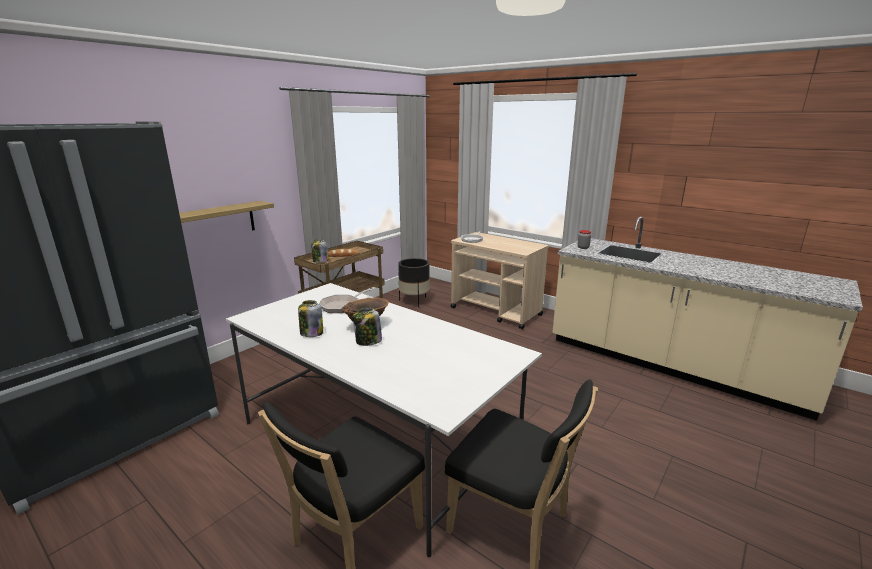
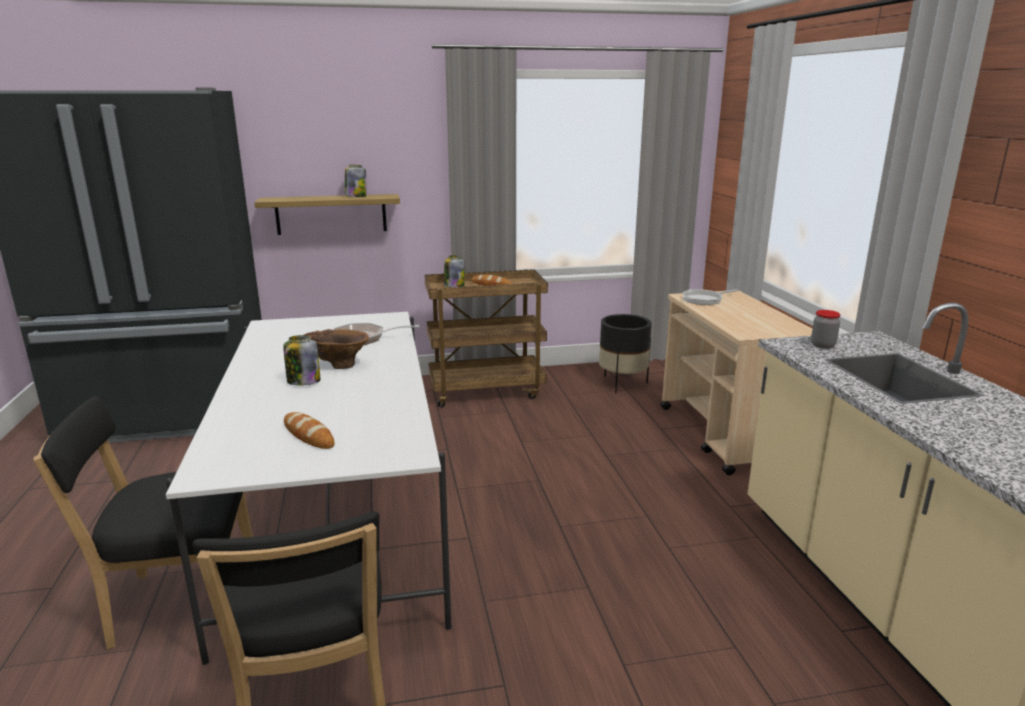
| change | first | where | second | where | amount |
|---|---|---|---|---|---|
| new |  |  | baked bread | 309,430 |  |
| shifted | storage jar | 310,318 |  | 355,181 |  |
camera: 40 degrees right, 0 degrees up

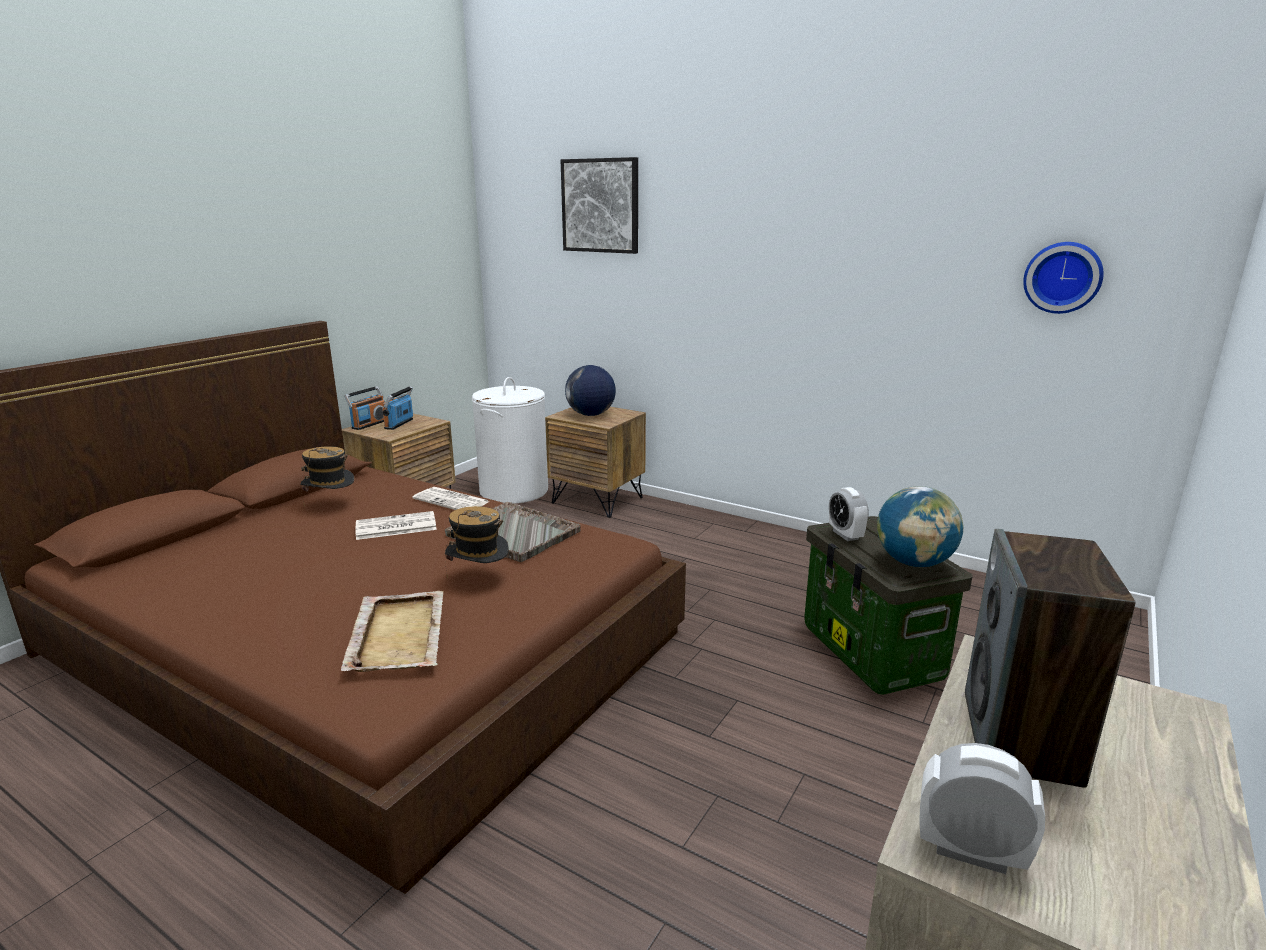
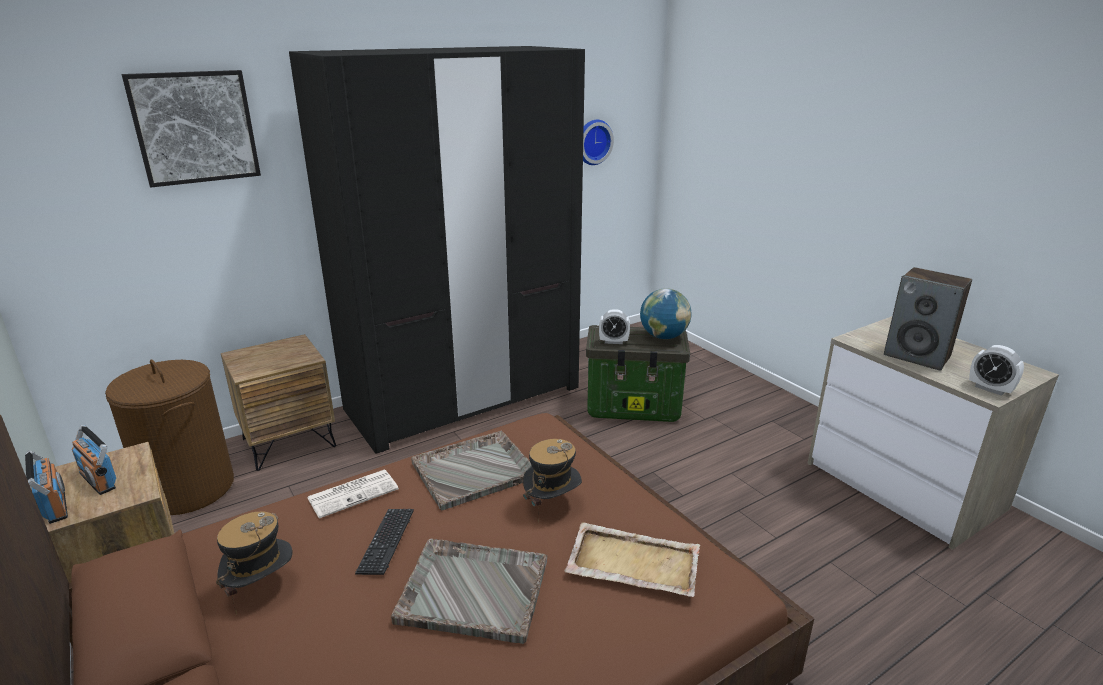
| change | first | where | second | where | amount |
|---|---|---|---|---|---|
| repainted | white washing basket | 510,440 | brown washing basket | 169,437 |  |
| new |  |  | black-coloured armoire | 437,250 |  |
| swapped | daily paper | 396,525 | keyboard | 384,542 |  |
| new |  |  | grey carrying tray | 469,591 |  |
| rotated | bedside clock | 982,808 |  | 996,370 | 90 degrees counterclockwise |
| gone | world globe | 590,390 |  |  |  |
camera: 65 degrees left, 5 degrees up

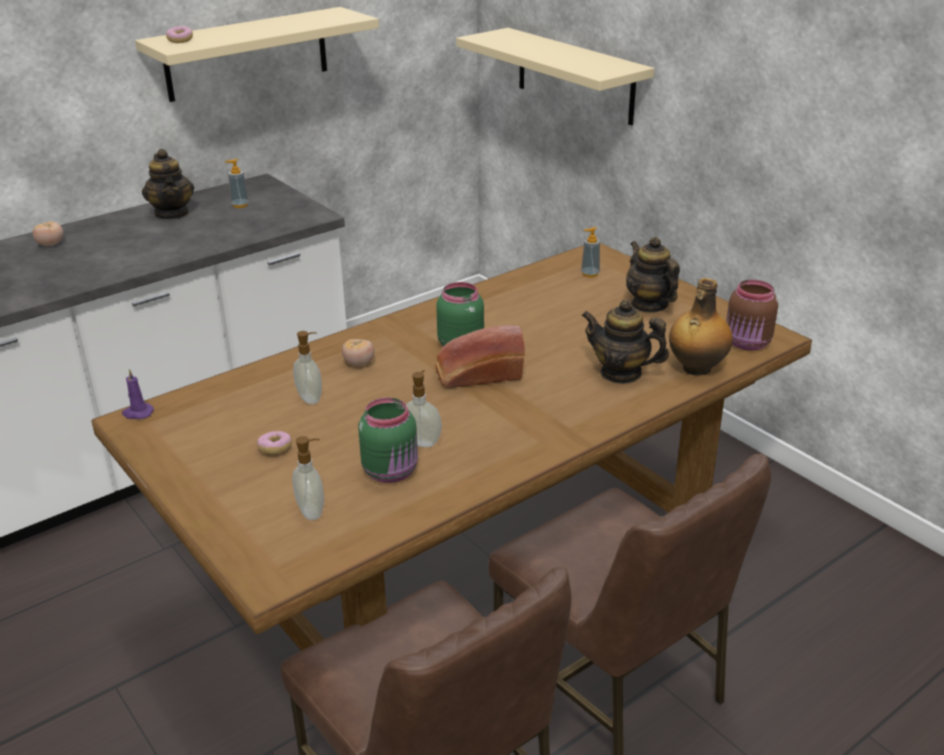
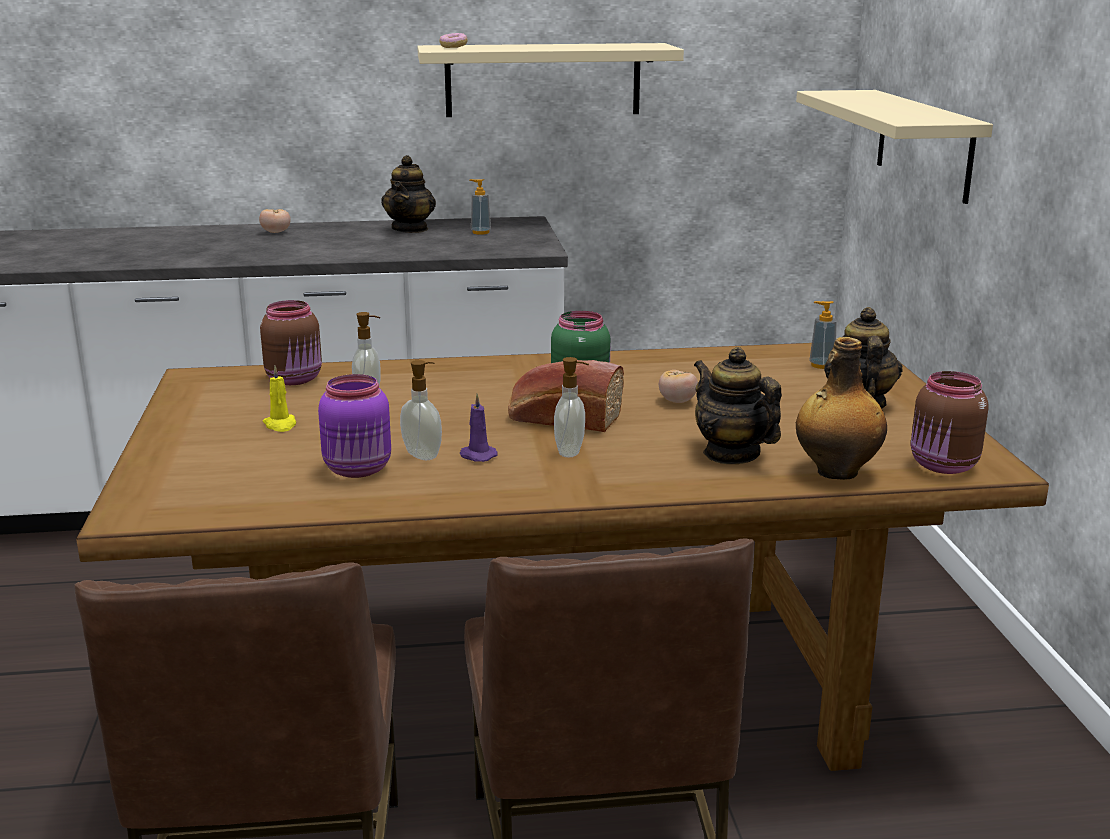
| change | first | where | second | where | amount |
|---|---|---|---|---|---|
| new |  |  | brown storage jar | 291,342 |  |
| swapped | doughnut | 274,442 | yellow wax light | 279,399 |  |
| repainted | green-coloured storage jar | 388,440 | purplish storage jar | 354,426 |  |
| shifted | purplish wax light | 138,394 |  | 479,428 |  |
| shifted | liquid soap bottle | 308,478 |  | 571,407 |  |
| shifted | whole tomato | 358,352 |  | 678,386 |  |
camera: 30 degrees right, 10 degrees down

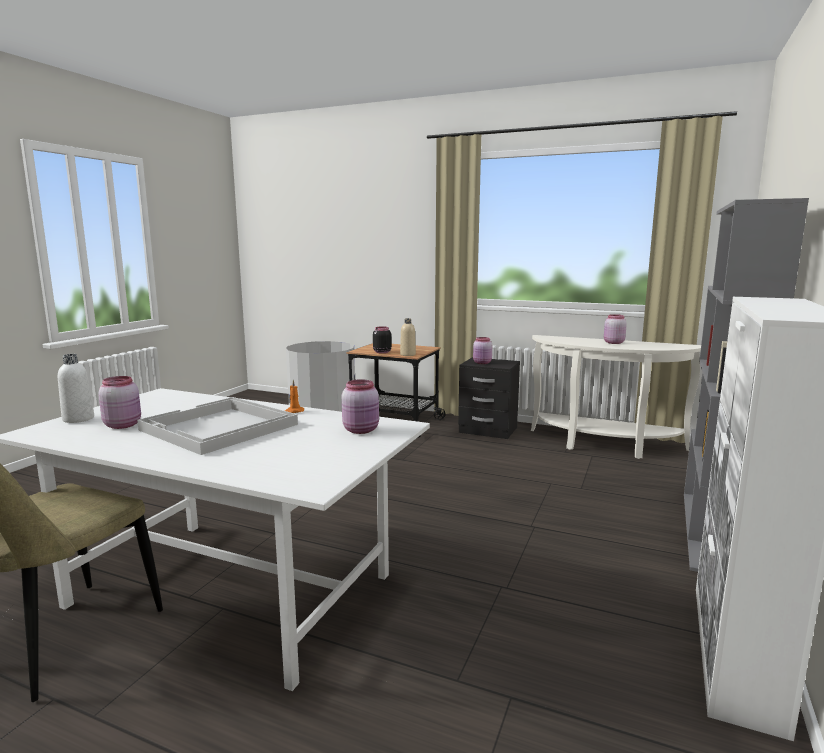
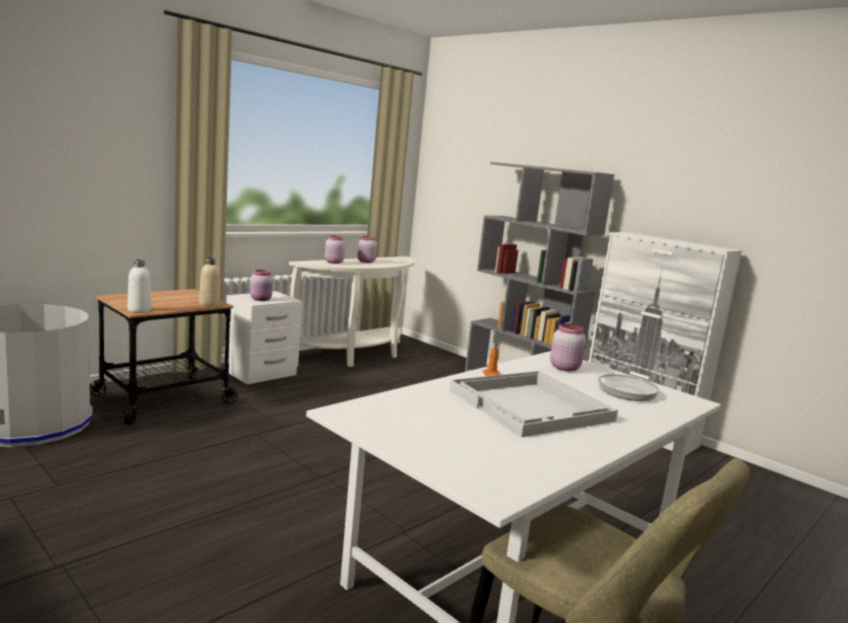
| change | first | where | second | where | amount |
|---|---|---|---|---|---|
| shifted | white bottle | 76,388 |  | 139,285 |  |
| repainted | black-coloured nightstand | 489,398 | white nightstand | 263,338 |  |
| shifted | pink storage jar | 119,402 |  | 335,250 |  |
| new |  |  | frying pan | 627,382 |  |
| gone | black-coloured storage jar | 382,339 |  |  |  |
camera: 70 degrees left, 0 degrees up

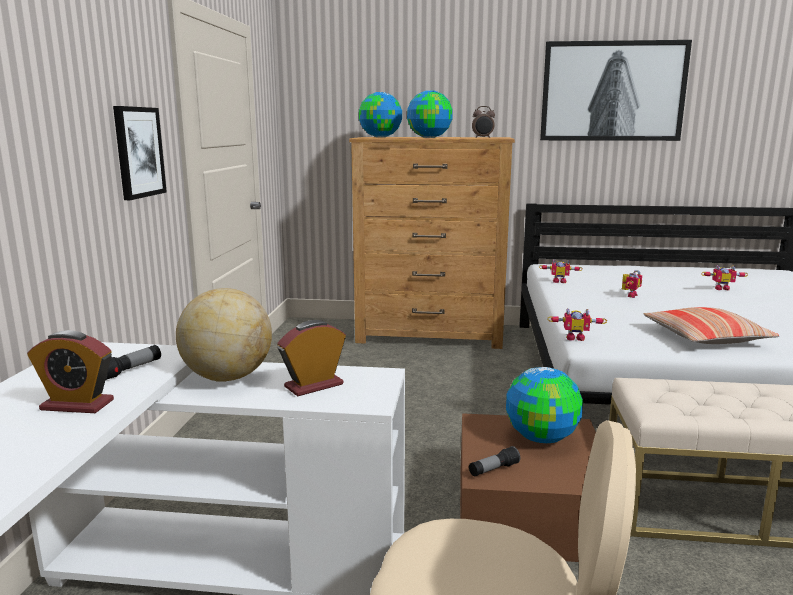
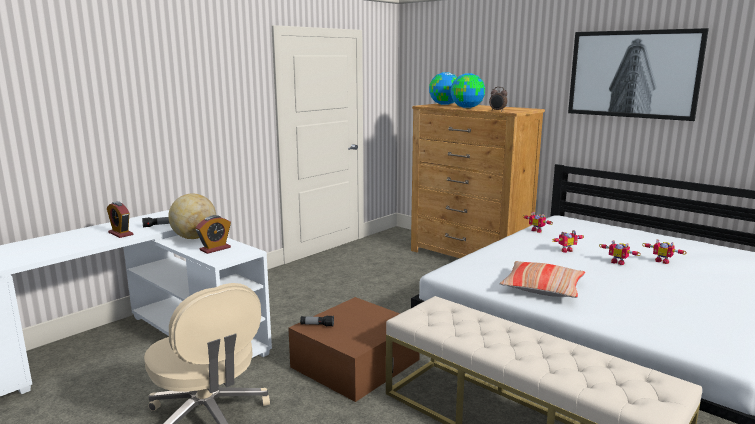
| change | first | where | second | where | amount |
|---|---|---|---|---|---|
| rotated | bedside clock | 311,358 |  | 213,234 | 135 degrees clockwise |
| shifted | robot figure | 577,324 |  | 620,252 |  |
| gone | wall picture | 140,153 |  |  |  |
| gone | world globe | 544,405 |  |  |  |
camera: 35 degrees right, 0 degrees up

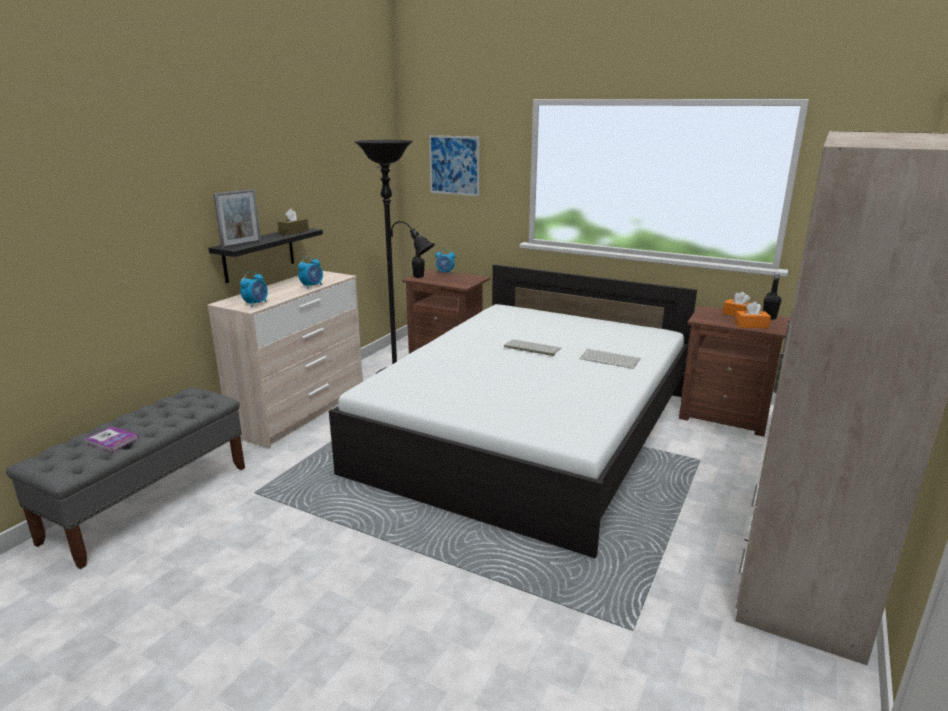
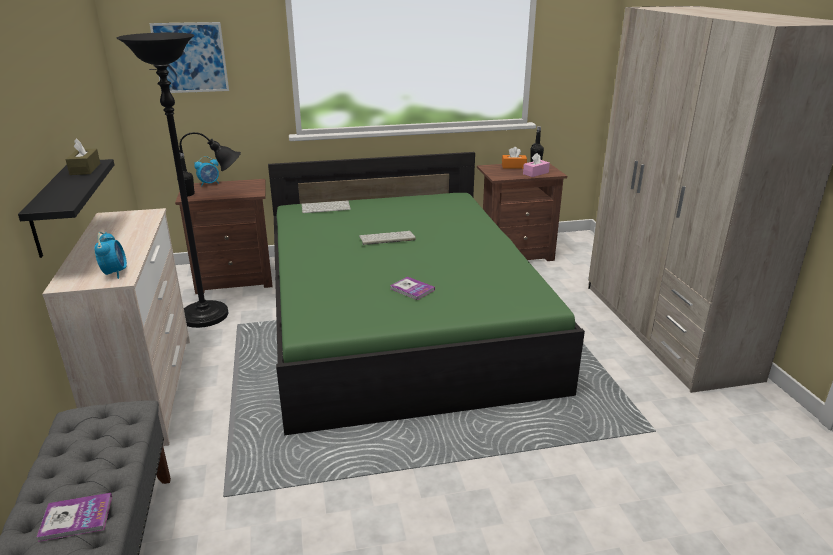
| change | first | where | second | where | amount |
|---|---|---|---|---|---|
| repainted | white bedroom bed | 513,411 | green-coloured bedroom bed | 426,293 |  |
| shifted | keyboard | 610,359 |  | 326,206 |  |
| new |  |  | bound book | 412,288 |  |
| repainted | orangey tissue box | 753,314 | pink tissue box | 536,165 |  |
| gone | photo frame | 237,218 |  |  |  |
| gone | bedside clock | 310,272 |  |  |  |
camera: 40 degrees left, 5 degrees up

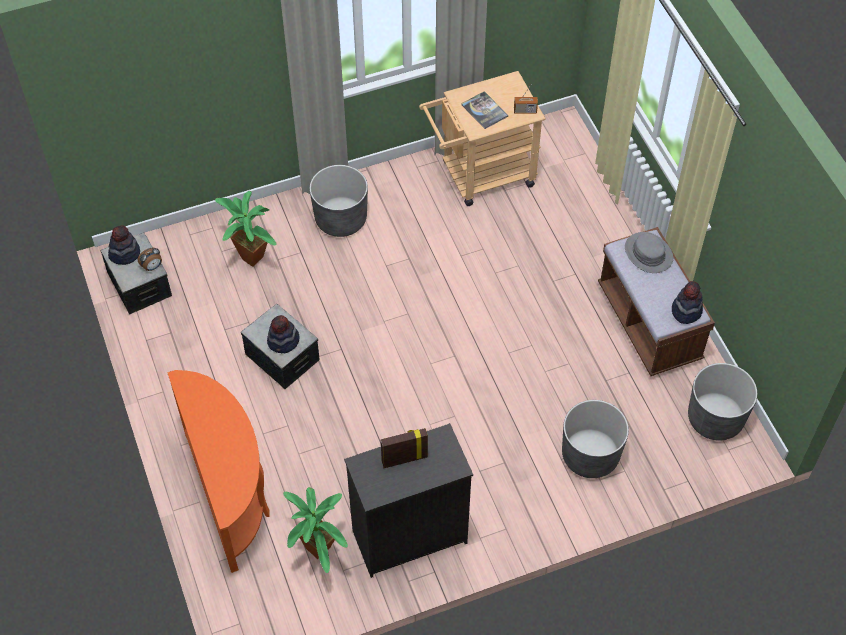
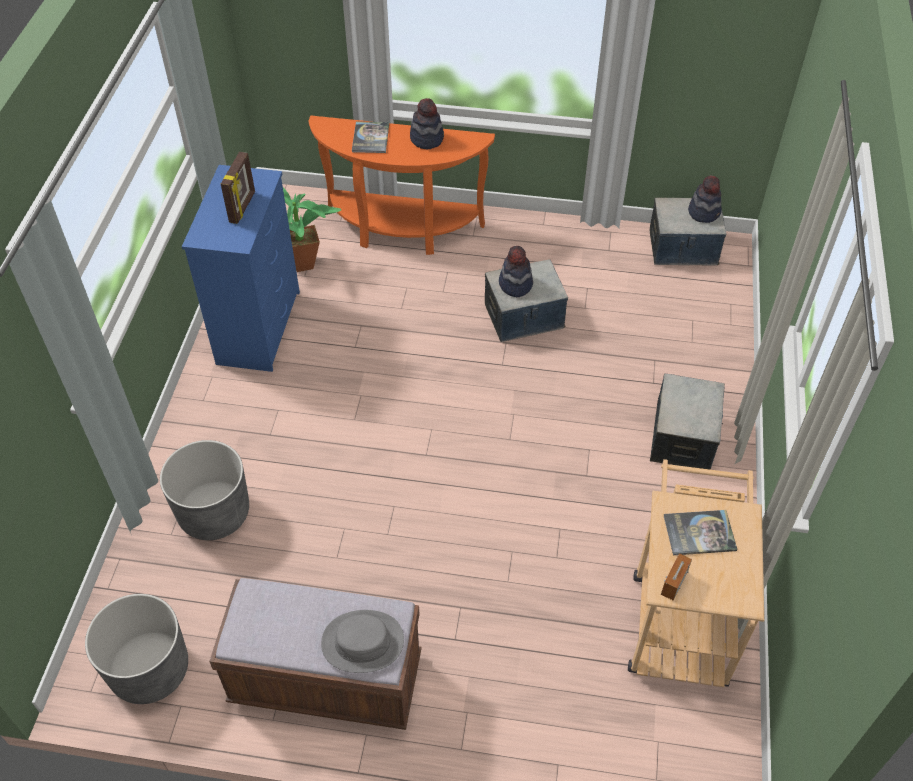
| change | first | where | second | where | amount |
|---|---|---|---|---|---|
| repainted | black-coloured dresser | 408,500 | blue dresser | 241,268 |  |
| new |  |  | bound book | 370,137 |  |
| shifted | clothing hat | 687,302 |  | 427,123 |  |
| swapped | grey plant pot | 339,201 | storage bin | 687,422 |  |
| gone | bedside clock | 150,259 |  |  |  |
| gone | potted plant | 245,229 |  |  |  |
camera: 120 degrees right, 5 degrees down

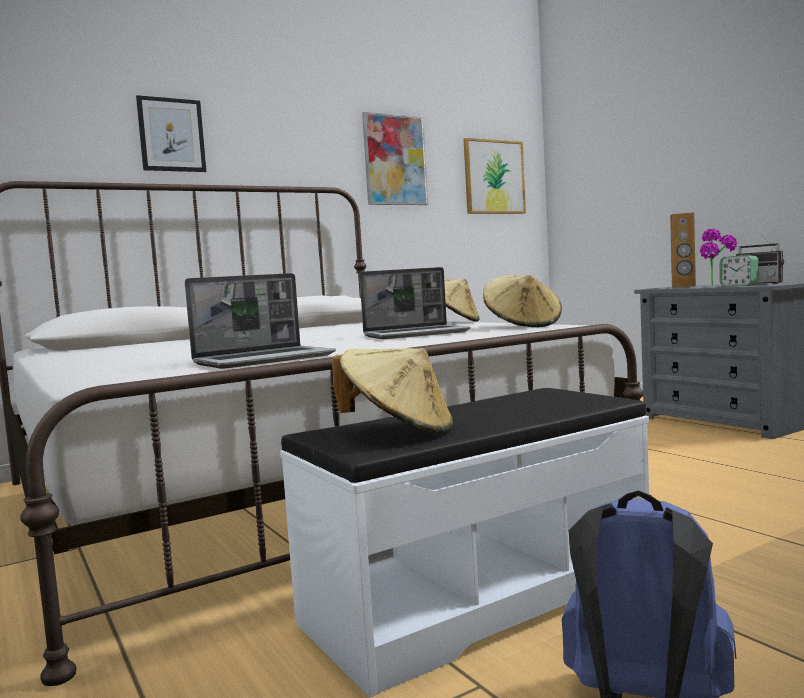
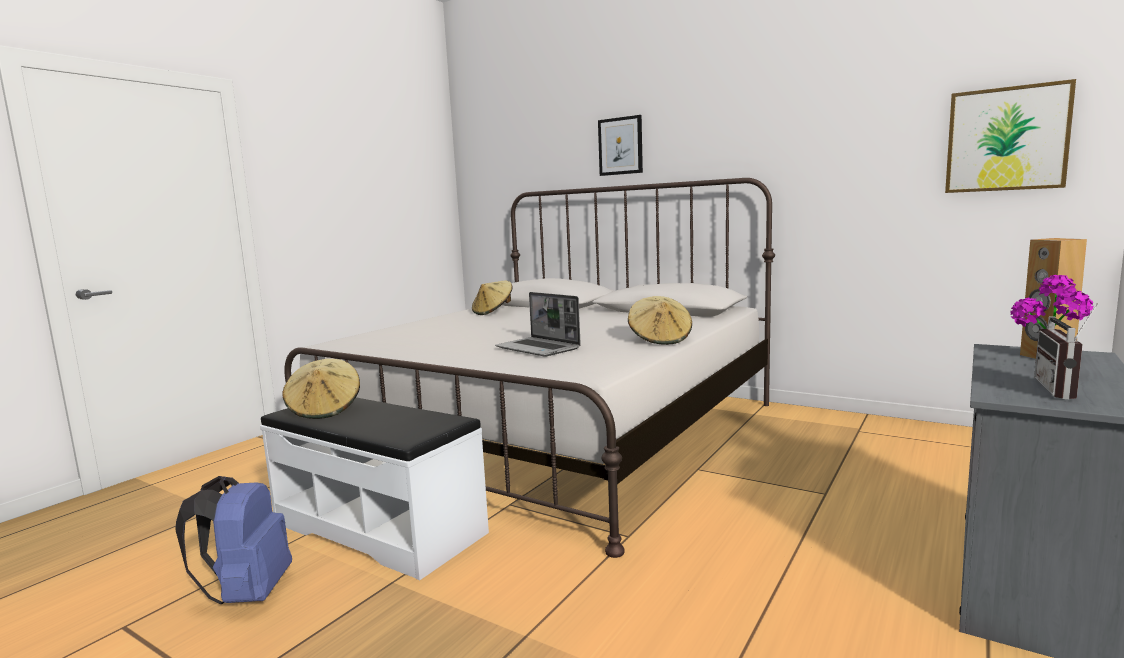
| change | first | where | second | where | amount |
|---|---|---|---|---|---|
| shifted | beige clothing hat | 522,301 |  | 492,298 |  |
| gone | notebook computer | 260,321 |  |  |  |
| gone | wall picture | 395,158 |  |  |  |
| gone | bedside clock | 739,270 |  |  |  |
camera: 65 degrees right, 5 degrees up

